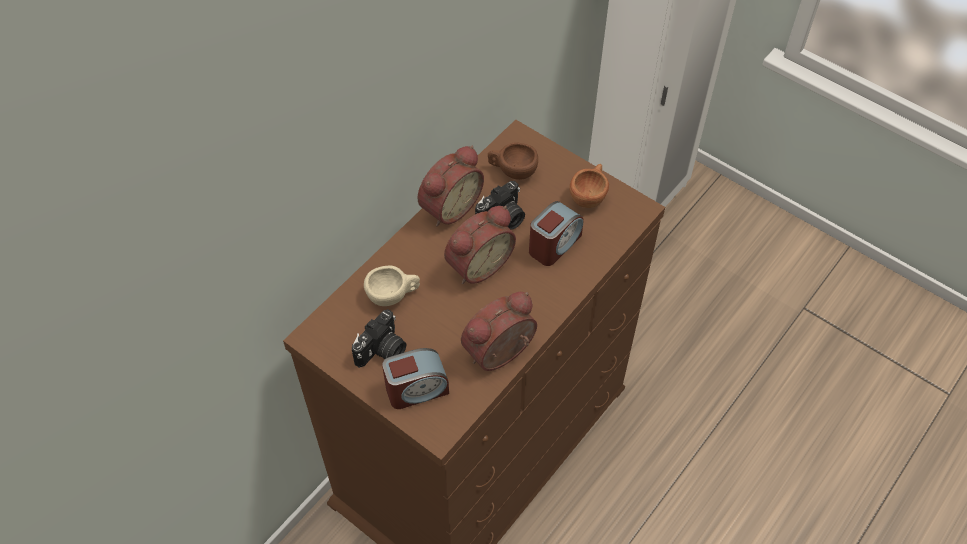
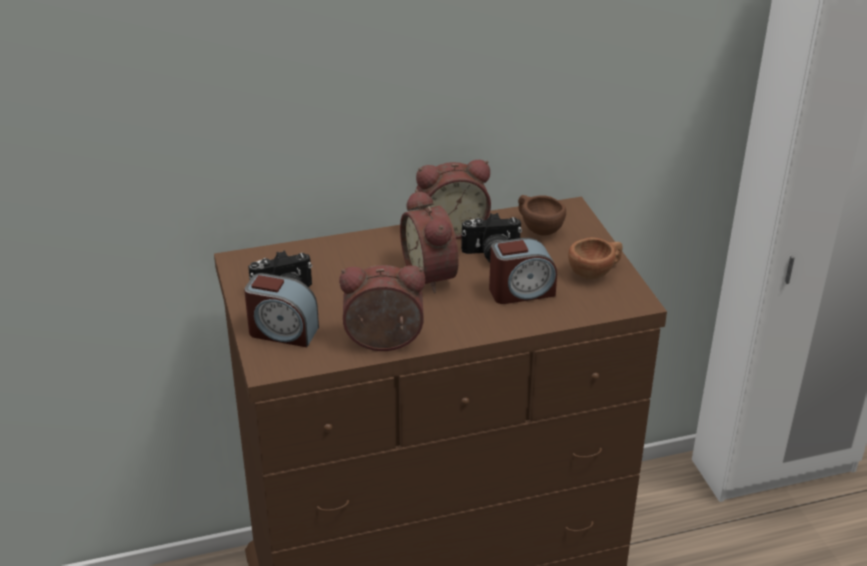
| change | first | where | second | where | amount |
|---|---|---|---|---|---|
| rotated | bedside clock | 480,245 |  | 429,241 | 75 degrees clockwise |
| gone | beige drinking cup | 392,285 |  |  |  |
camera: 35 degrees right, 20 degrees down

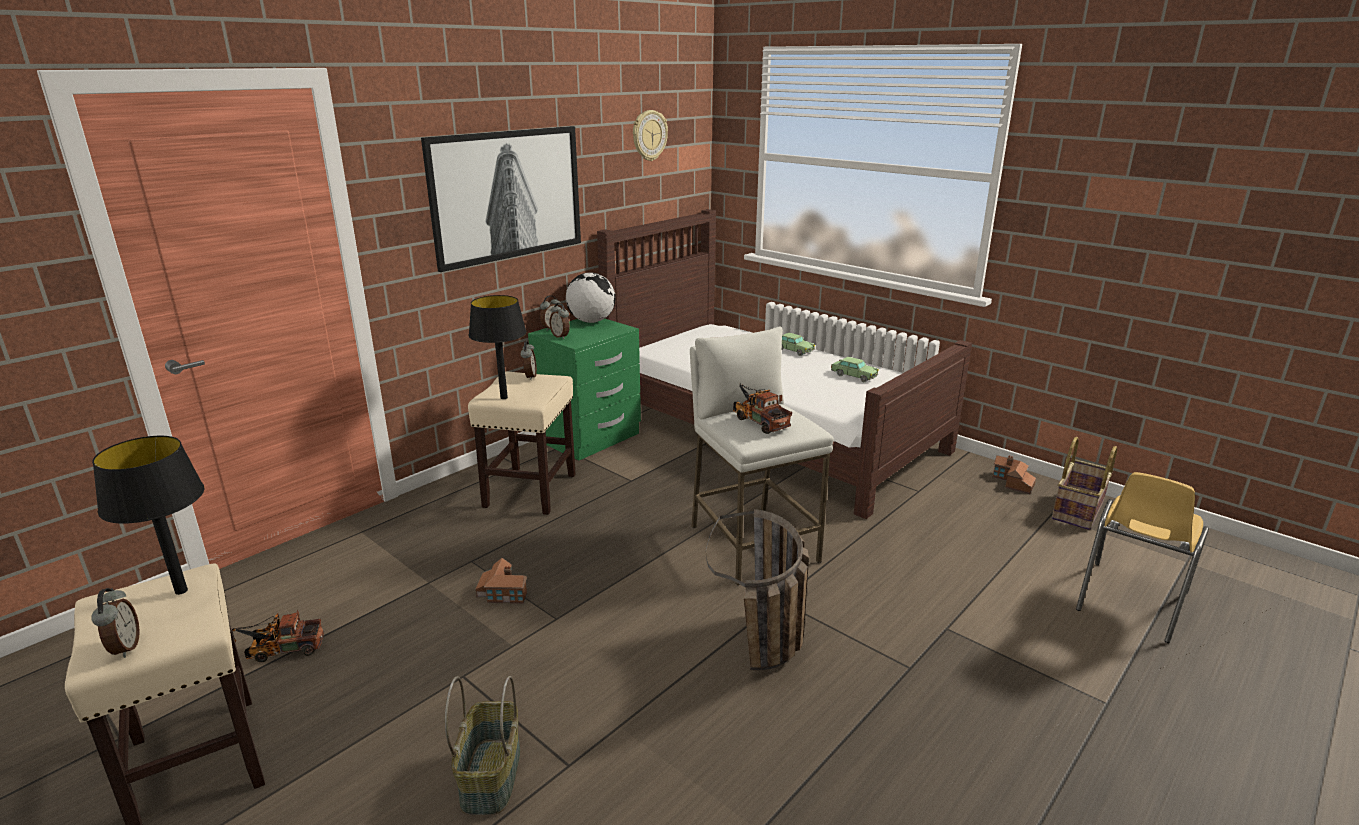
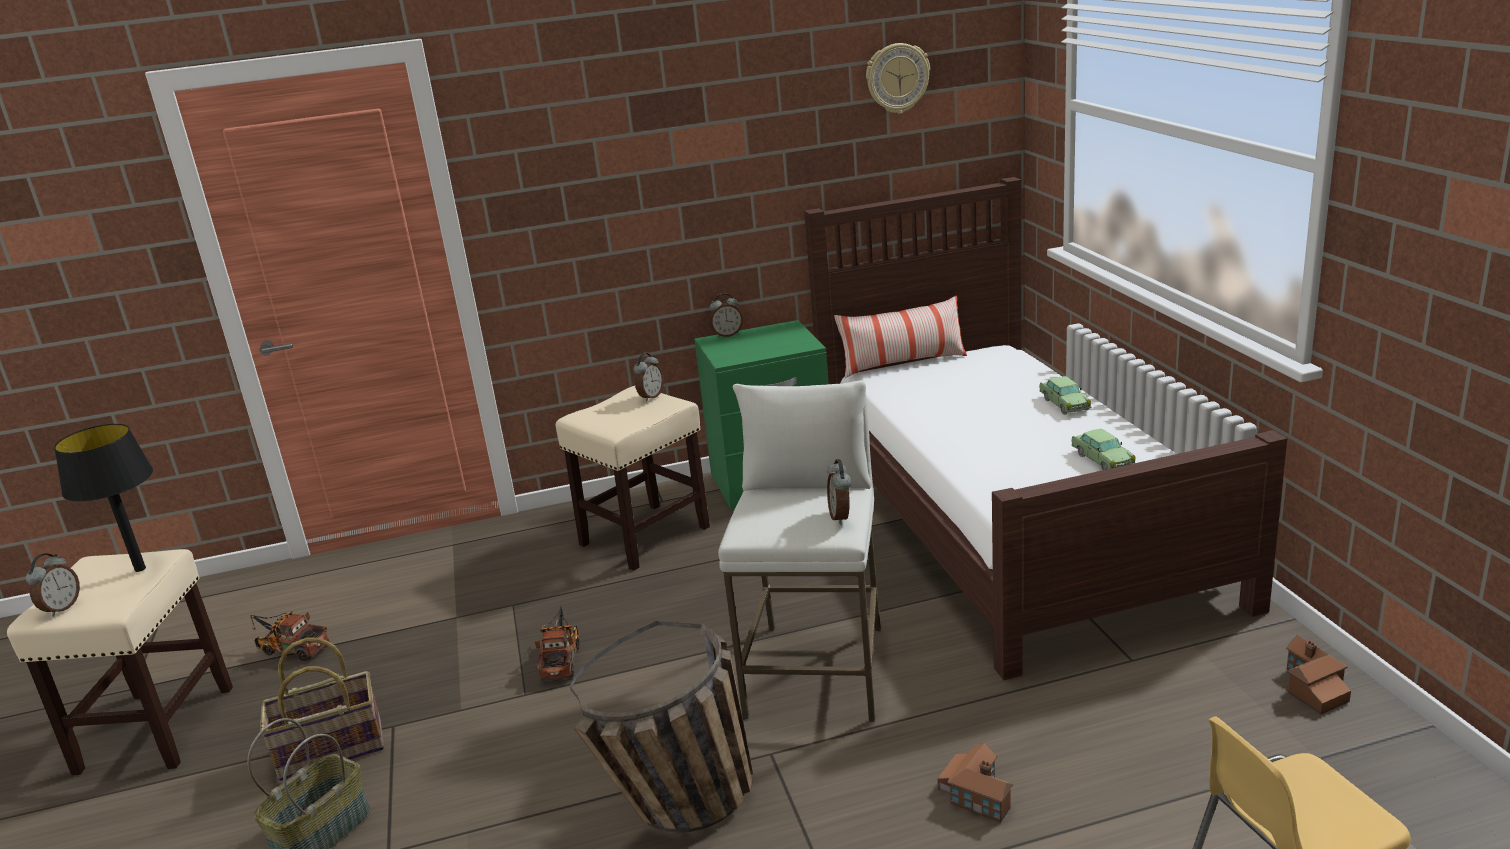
| change | first | where | second | where | amount |
|---|---|---|---|---|---|
| shifted | household basket | 1084,483 |  | 322,709 |  |
| shifted | toy truck | 762,408 |  | 557,642 |  |
| shifted | bedside clock | 559,321 |  | 839,492 |  |
| new |  |  | pillow | 900,337 |  |
| shifted | miniature house | 501,581 |  | 975,782 |  |
| gone | wall picture | 501,199 |  |  |  |
| gone | black-coloured table lamp | 497,347 |  |  |  |
| gone | world globe | 590,297 |  |  |  |
camera: 35 degrees right, 0 degrees up

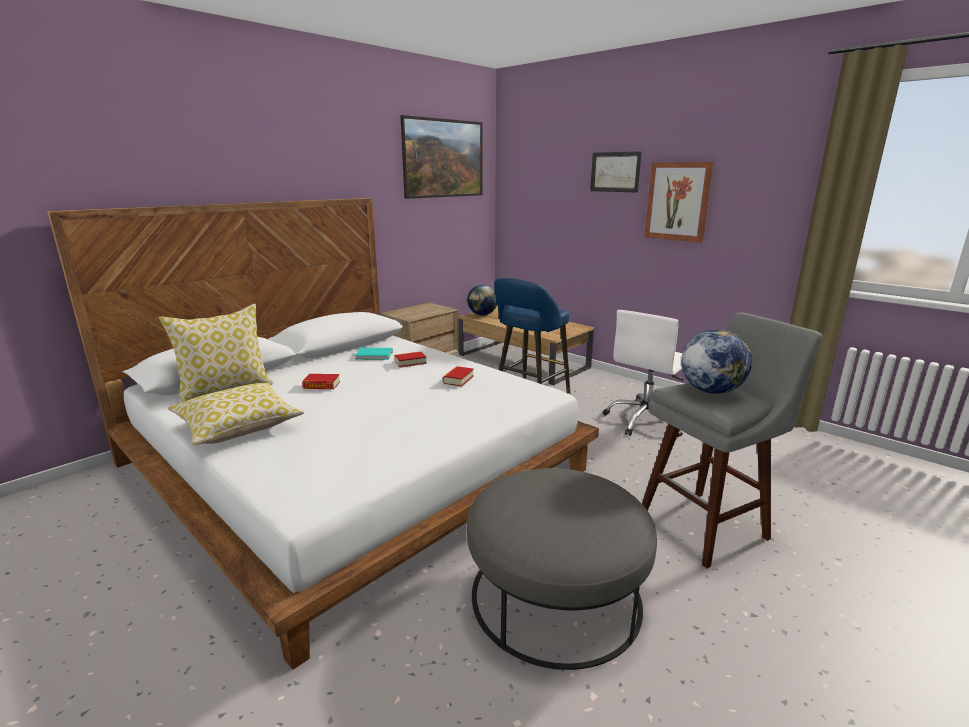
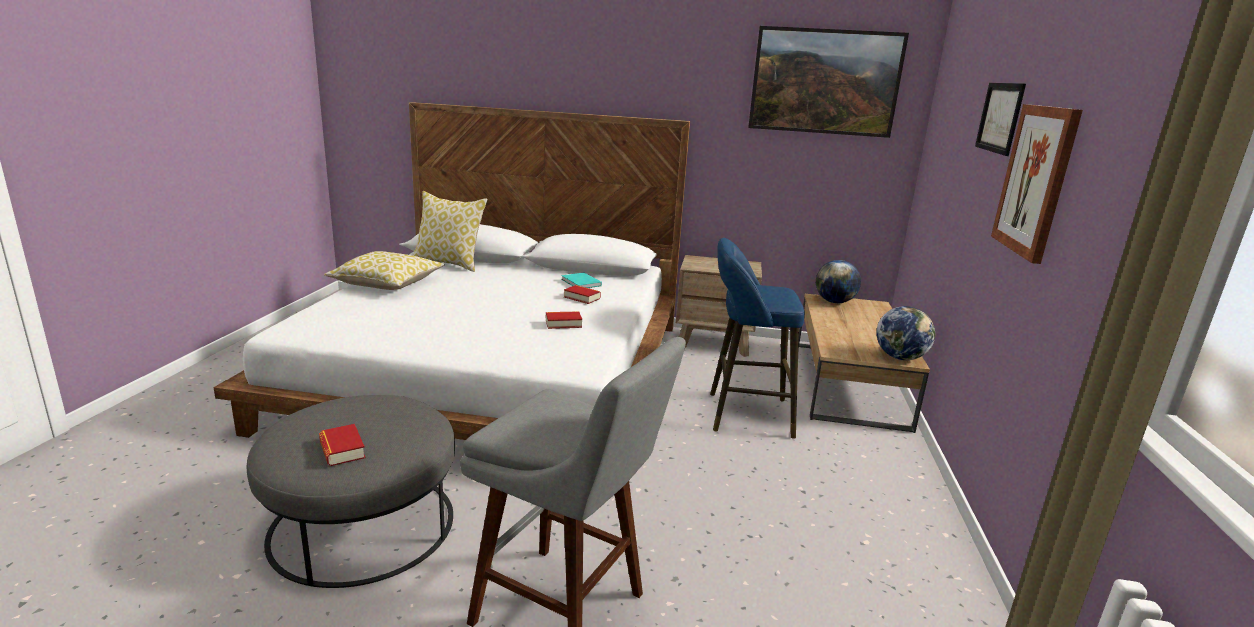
| change | first | where | second | where | amount |
|---|---|---|---|---|---|
| shifted | bound book | 321,381 |  | 342,445 |  |
| shifted | world globe | 716,361 |  | 905,333 |  |
| gone | white desk chair | 643,373 |  |  |  |
camera: 55 degrees right, 0 degrees up

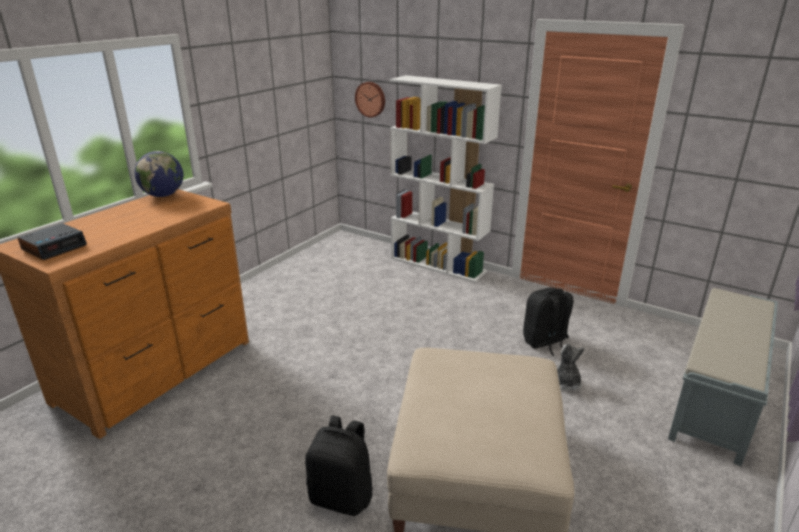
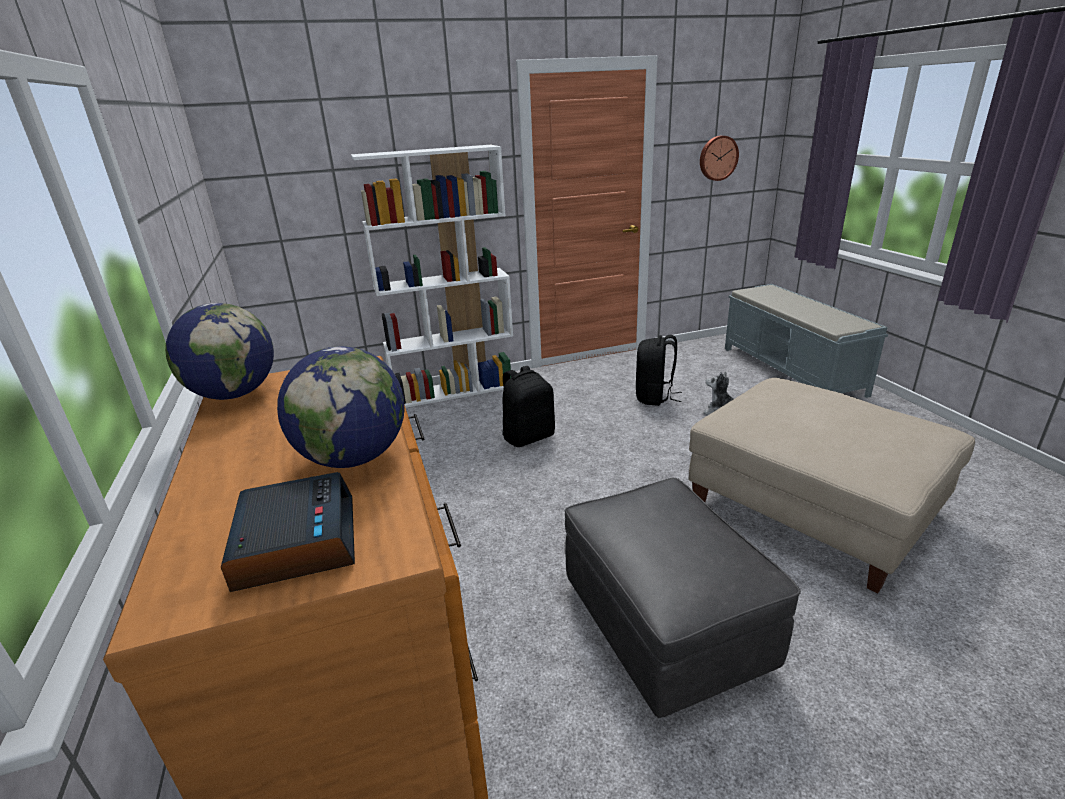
| change | first | where | second | where | amount |
|---|---|---|---|---|---|
| new |  |  | world globe | 341,407 |  |
| shifted | black-coloured knapsack | 339,465 |  | 528,406 |  |
| new |  |  | grey ottoman | 683,598 |  |
| shifted | hanging clock | 370,100 |  | 719,158 |  |
camera: 50 degrees left, 0 degrees up

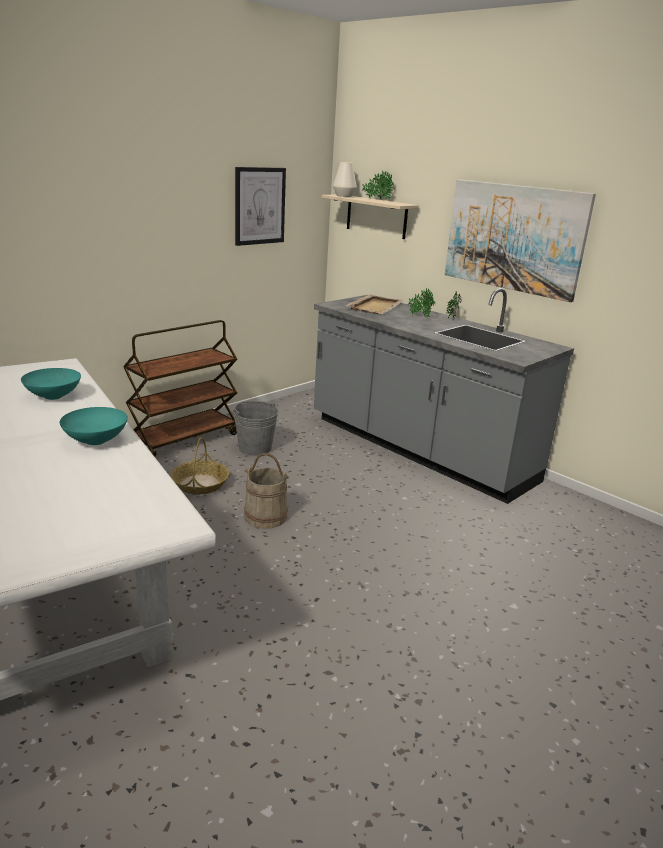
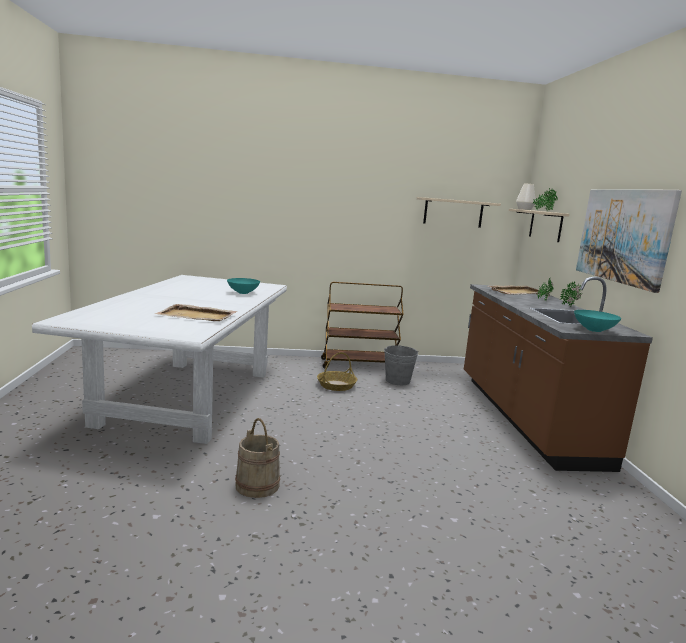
| change | first | where | second | where | amount |
|---|---|---|---|---|---|
| new |  |  | beige carrying tray | 196,312 |  |
| shifted | beige bucket | 266,491 |  | 257,458 |  |
| swapped | wall picture | 260,206 | beige bracket shelf | 459,212 |  |
| repainted | grey counter | 444,396 | brown counter | 558,374 |  |
| shifted | turquoise-coloured deep dish | 94,426 |  | 597,321 |  |
camera: 40 degrees right, 10 degrees down

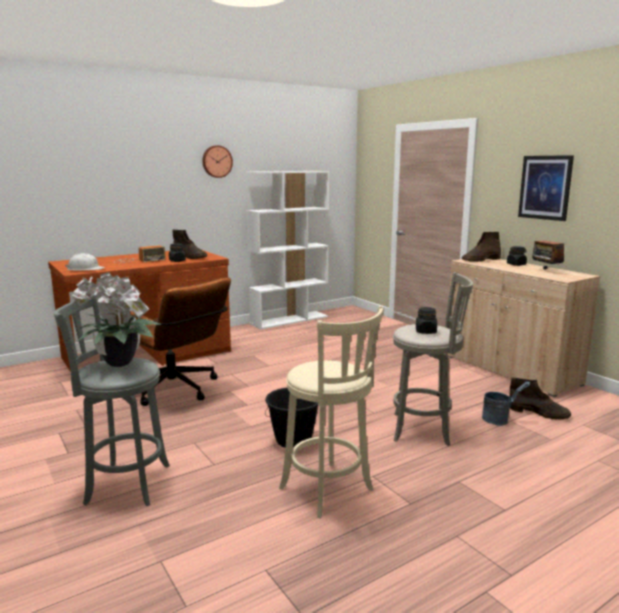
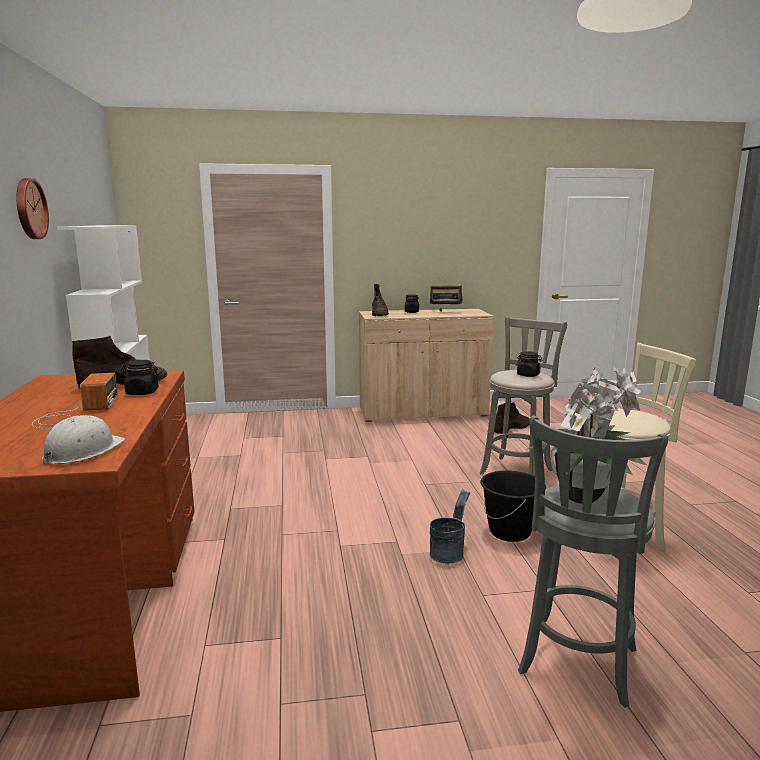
| change | first | where | second | where | amount |
|---|---|---|---|---|---|
| shifted | grey bucket | 506,404 |  | 450,526 |  |
| gone | brown desk chair | 180,341 |  |  |  |
| gone | wall picture | 546,188 |  |  |  |
camera: 65 degrees left, 0 degrees up

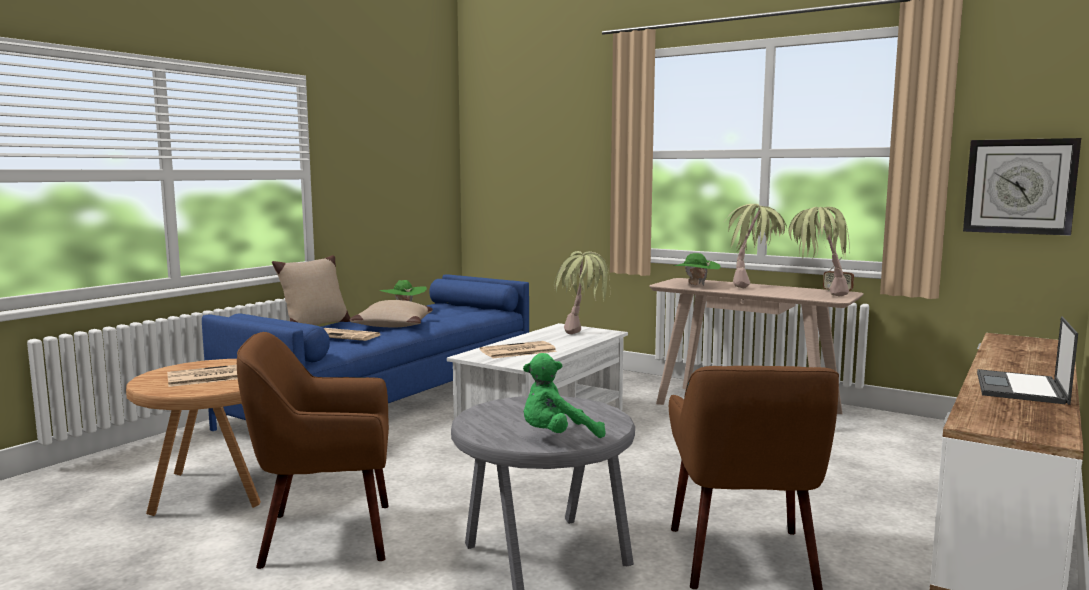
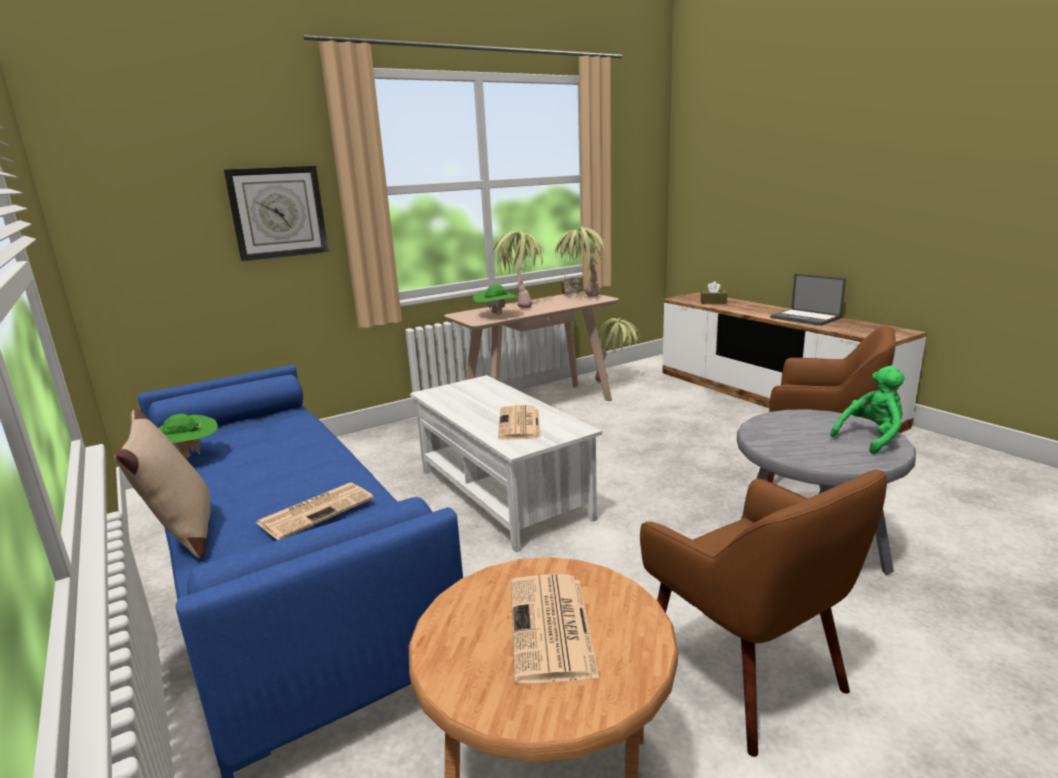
| change | first | where | second | where | amount |
|---|---|---|---|---|---|
| shifted | hanging clock | 1022,187 |  | 276,213 |  |
| shifted | potted plant | 582,292 |  | 617,350 |  |
| rotated | brown armchair | 313,450 |  | 763,613 | 45 degrees counterclockwise |
| new |  |  | brown tissue box | 714,292 |  |
| rotated | green-coloured plush toy | 564,395 |  | 867,410 | 120 degrees counterclockwise |
| gone | beige pillow | 391,313 |  |  |  |
camera: 65 degrees left, 10 degrees up

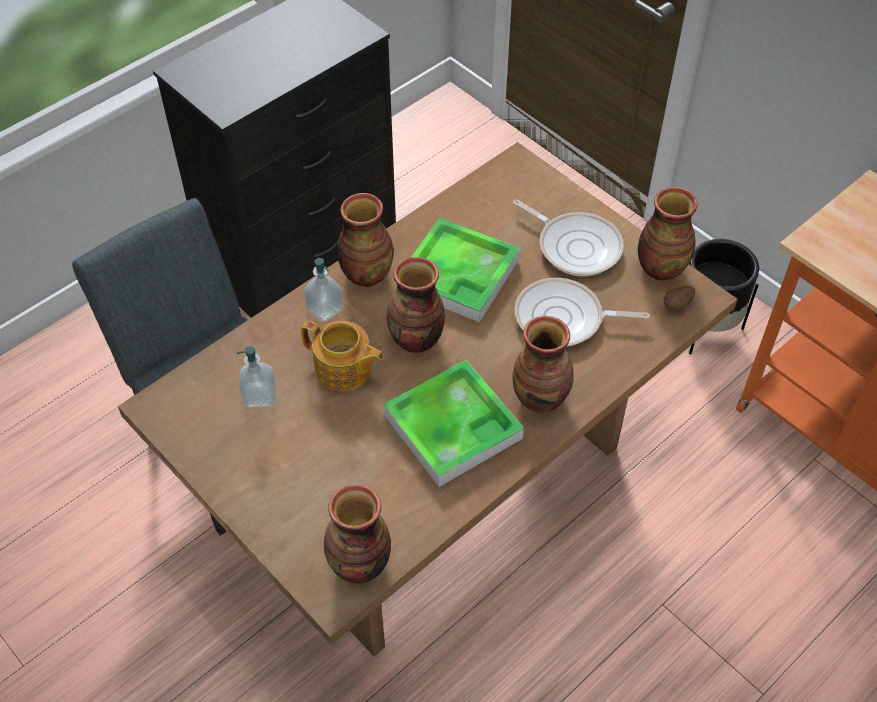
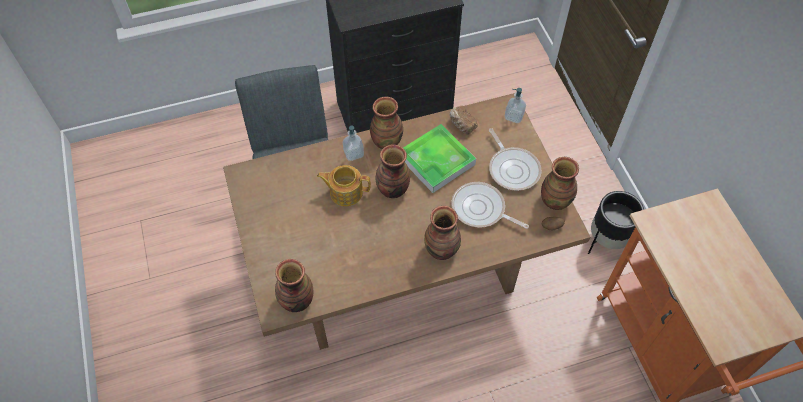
| change | first | where | second | where | amount |
|---|---|---|---|---|---|
| rotated | tea pot | 342,356 |  | 344,185 | 135 degrees clockwise |
| new |  |  | baked bread | 464,120 |  |
| shifted | liquid soap bottle | 256,377 |  | 515,105 |  |
| gone | carrying tray | 453,423 |  |  |  |
camera: 25 degrees right, 5 degrees up

